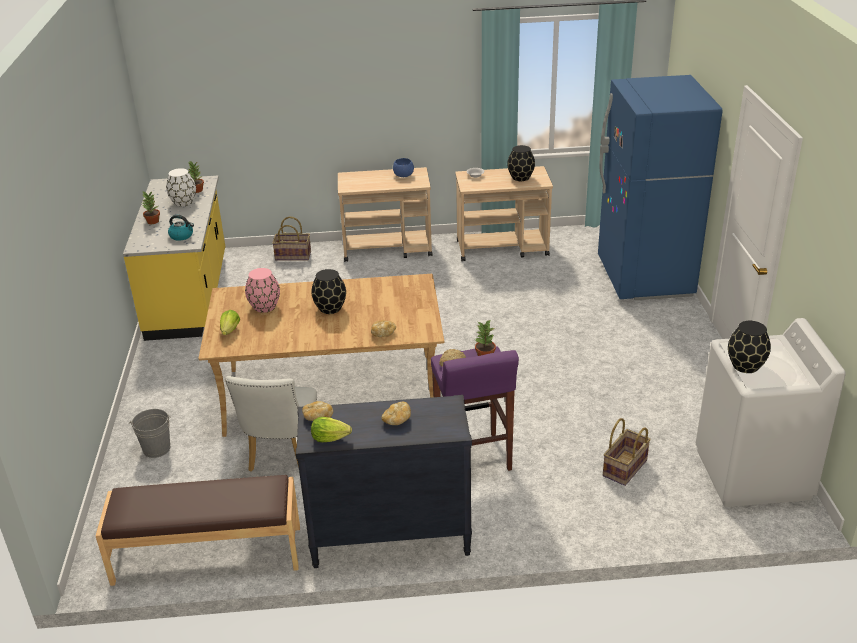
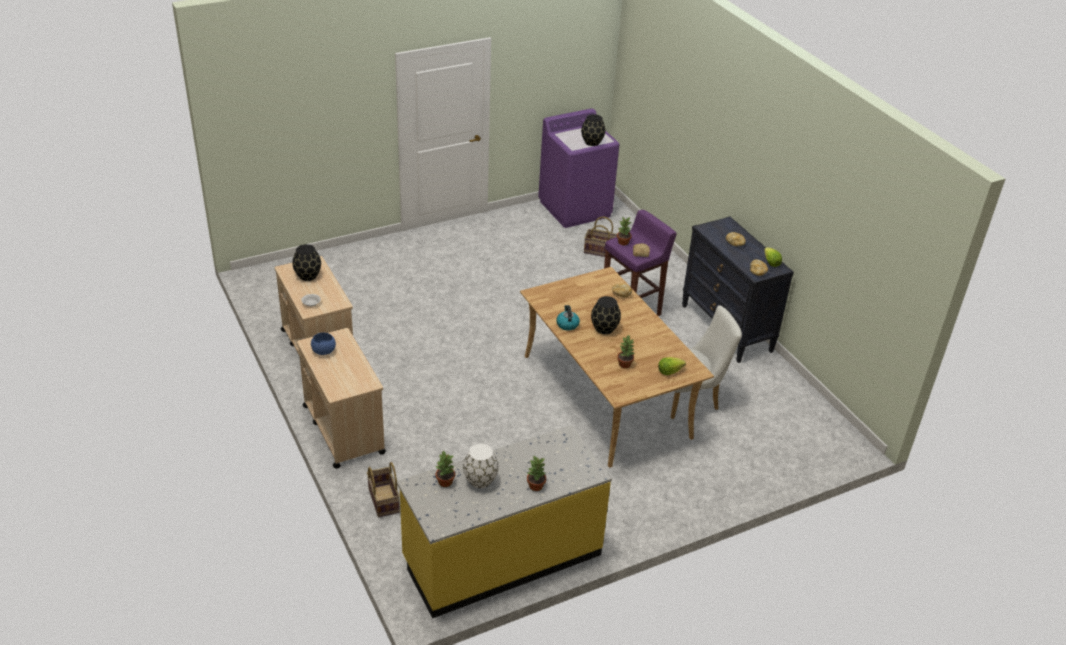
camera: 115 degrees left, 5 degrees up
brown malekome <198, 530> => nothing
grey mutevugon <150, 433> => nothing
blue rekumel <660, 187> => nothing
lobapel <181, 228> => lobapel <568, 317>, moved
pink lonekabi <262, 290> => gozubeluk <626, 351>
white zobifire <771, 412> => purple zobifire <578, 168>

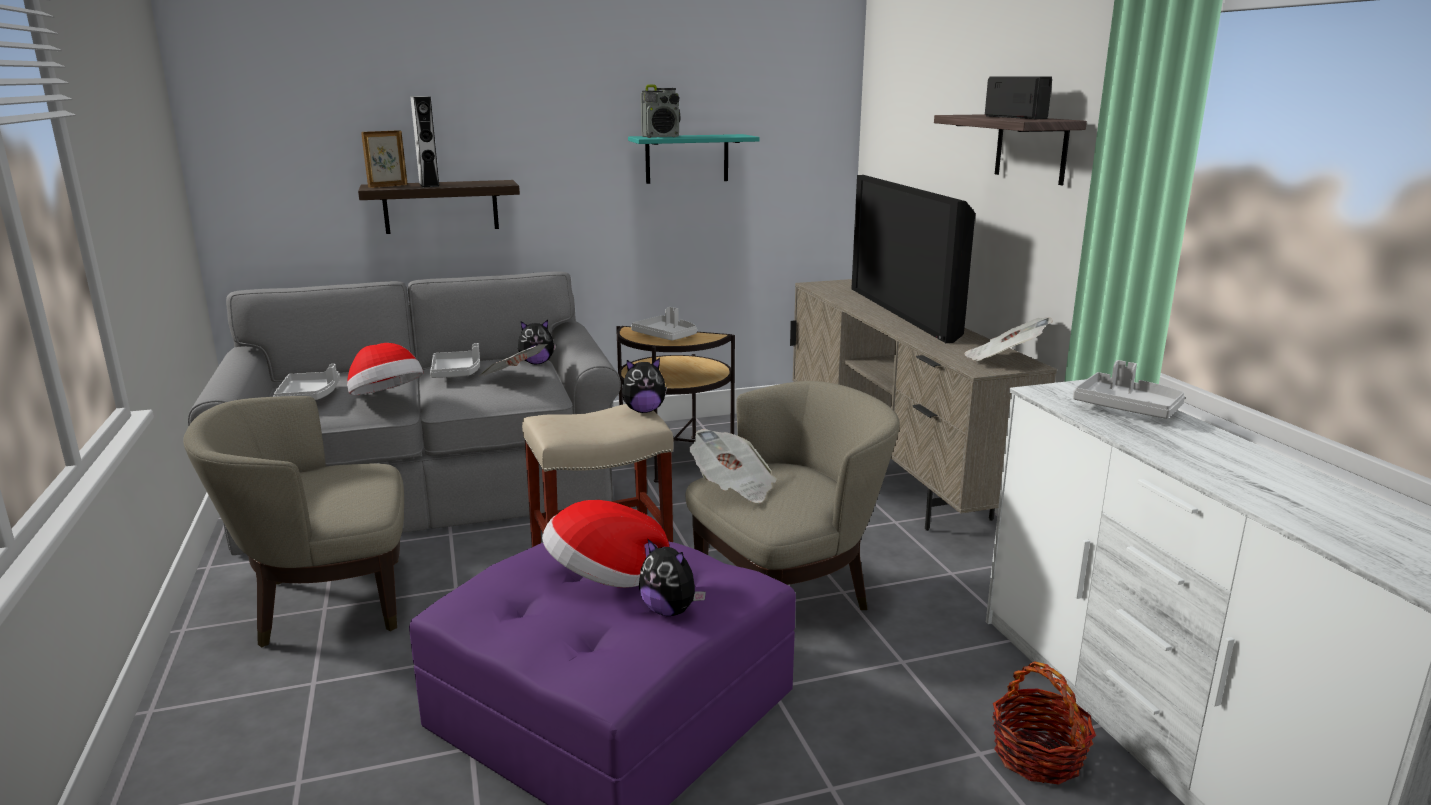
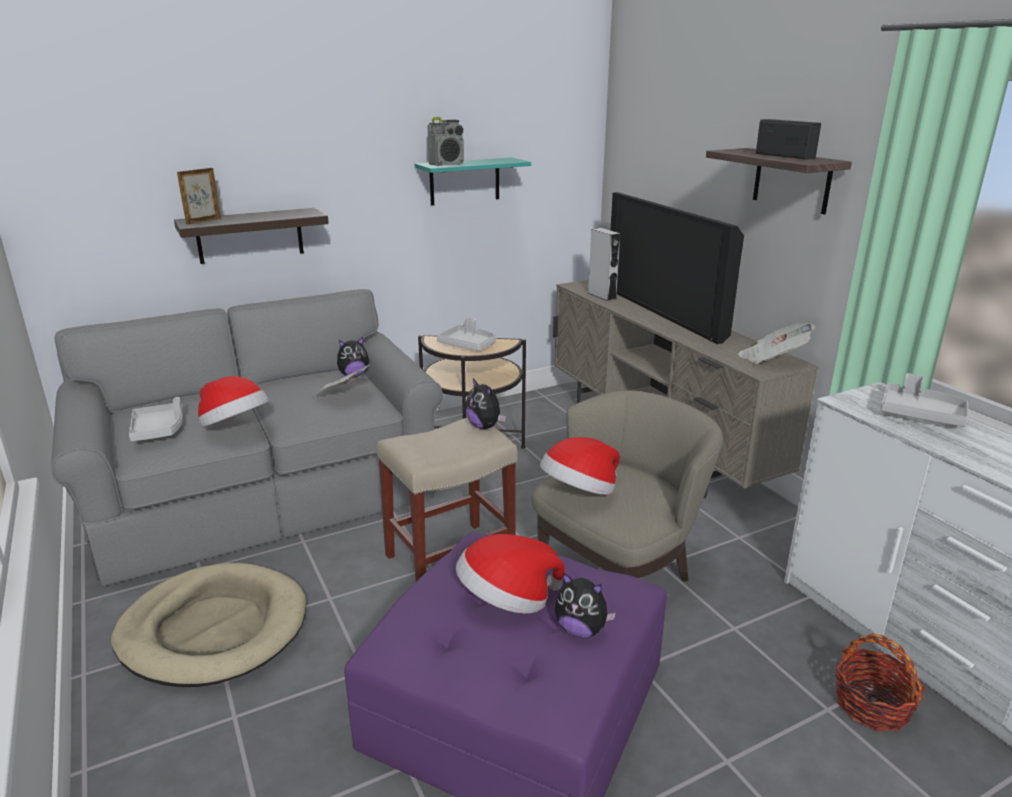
camera: 10 degrees left, 5 degrees up
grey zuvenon <455, 360> => nothing
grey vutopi <425, 141> => grey vutopi <604, 264>, moved
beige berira <293, 521> => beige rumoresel <208, 625>
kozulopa <733, 466> => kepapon <580, 466>
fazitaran <644, 385> => fazitaran <485, 404>, 75 degrees clockwise

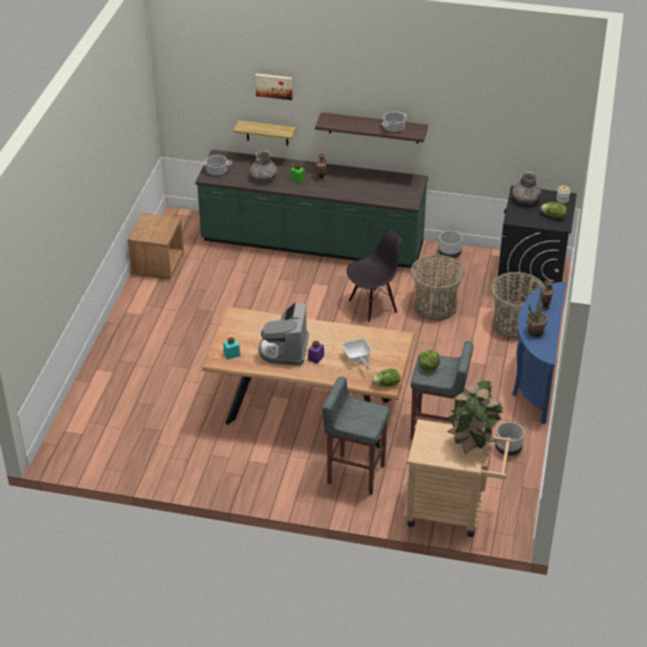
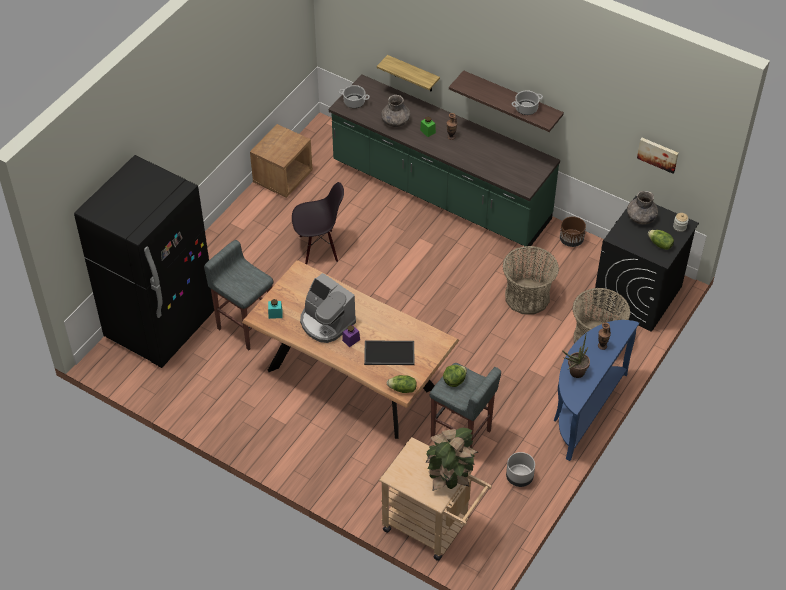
camera: 20 degrees right, 10 degrees up
nothing => black rekumel <144, 261>
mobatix <274, 86> => mobatix <658, 156>, moved
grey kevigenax <356, 436> => grey kevigenax <239, 295>, moved
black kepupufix <374, 276> => black kepupufix <318, 223>, moved
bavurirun <357, 354> => zuvenon <389, 353>
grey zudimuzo <450, 244> => brown zudimuzo <573, 232>
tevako <284, 334> => tevako <328, 308>, 75 degrees counterclockwise

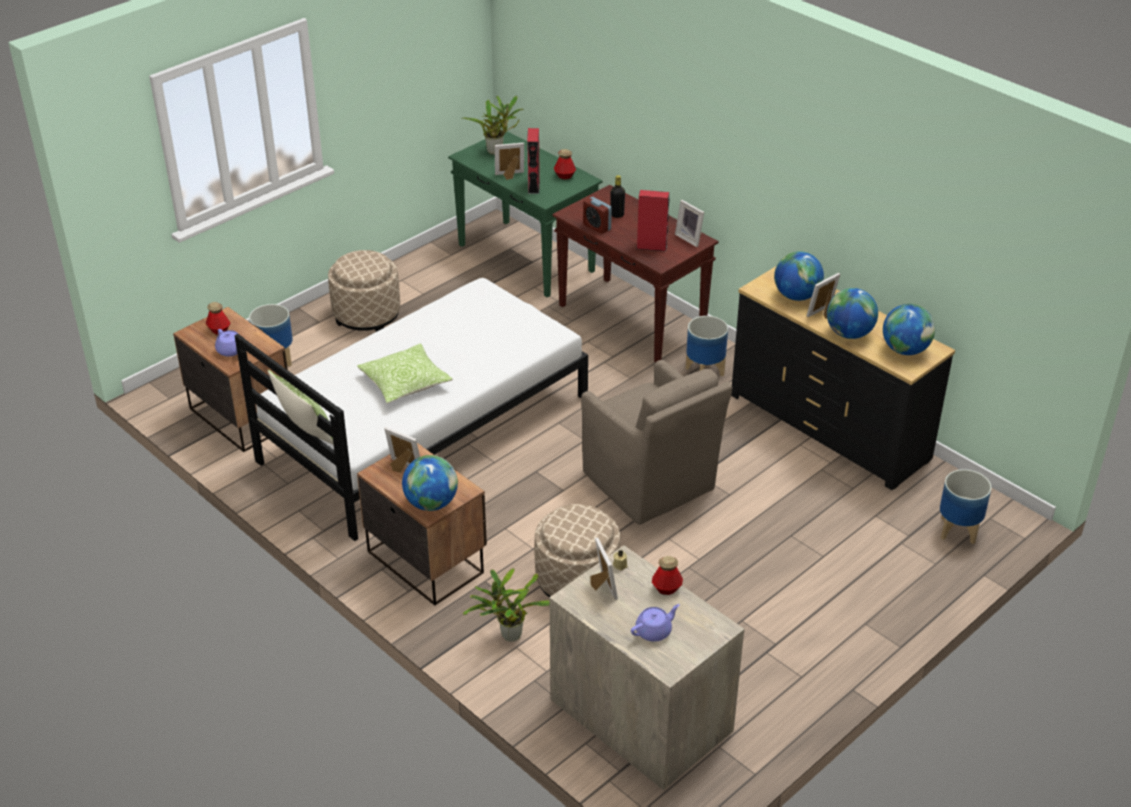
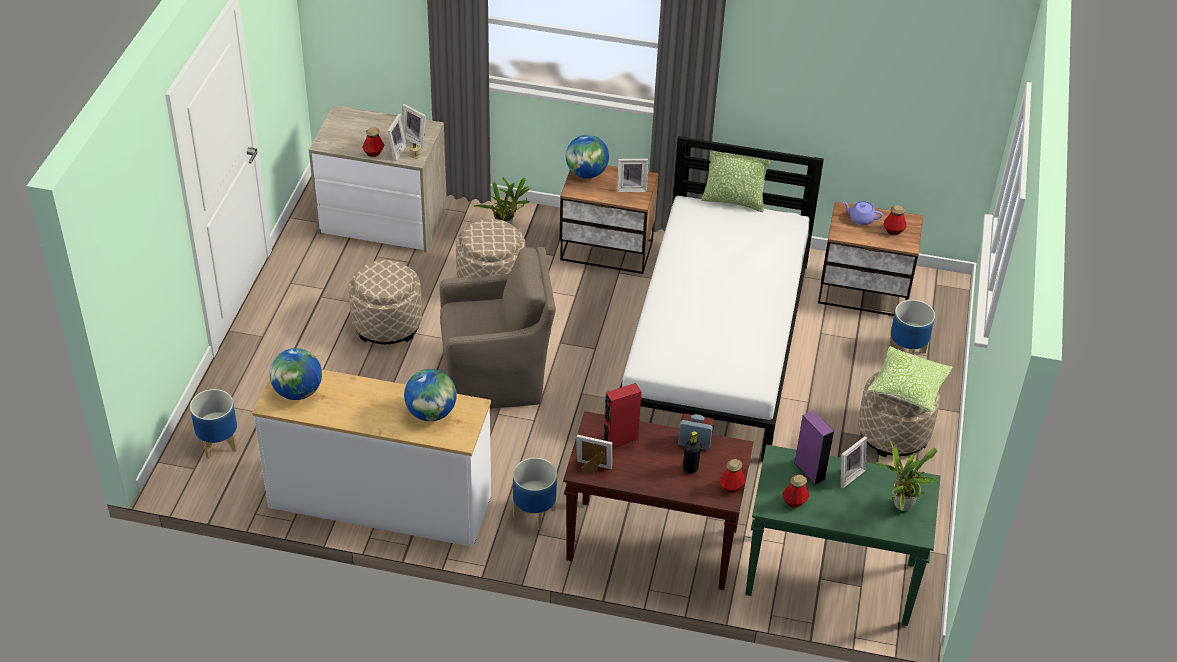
camera: 145 degrees right, 5 degrees up
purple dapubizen <655, 623> => nothing
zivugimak <852, 313> => nothing
nothing => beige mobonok <385, 302>
nothing => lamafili <733, 476>
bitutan <405, 373> => bitutan <910, 379>, moved
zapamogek <823, 296> => zapamogek <397, 137>, moved
red vutopi <533, 161> => purple vutopi <814, 447>
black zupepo <843, 378> => white zupepo <371, 458>
brown berira <656, 442> => brown berira <497, 328>, 150 degrees clockwise

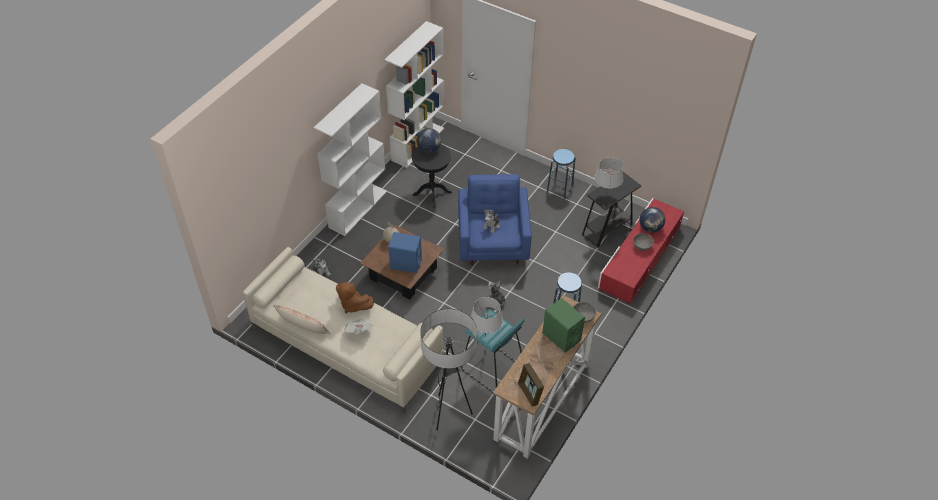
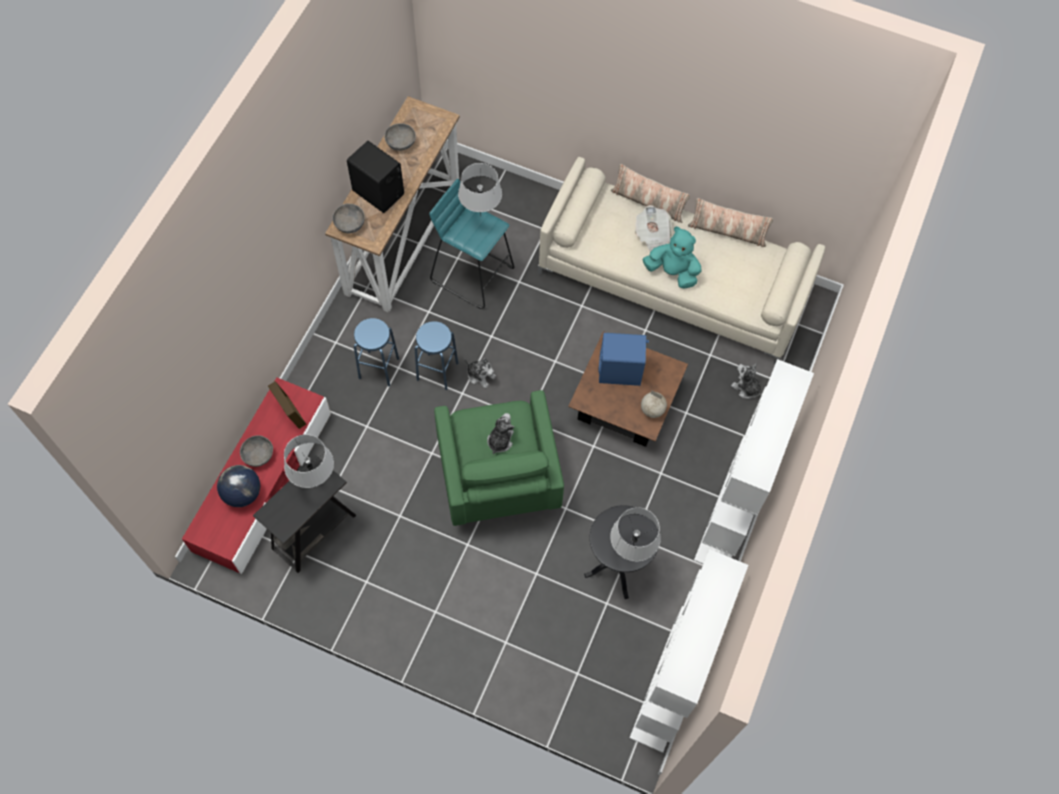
camera: 170 degrees right, 15 degrees up
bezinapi <448, 369> => nothing
nothing => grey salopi <400, 137>
nothing => bitutan <650, 193>
zapamogek <531, 385> => zapamogek <287, 405>, moved
blue kevigenax <561, 174> => blue kevigenax <436, 355>, moved
zivugimak <429, 140> => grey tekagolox <635, 534>
brown fazitaran <355, 297> => turquoise fazitaran <672, 257>
blue berira <495, 219> => green berira <499, 458>
green vutopi <563, 325> => black vutopi <375, 177>

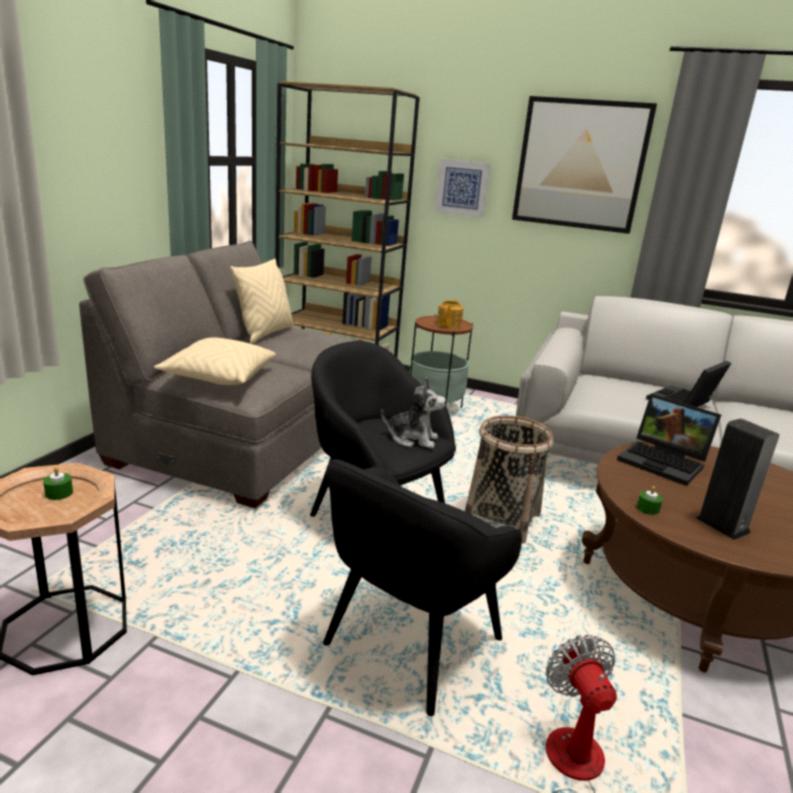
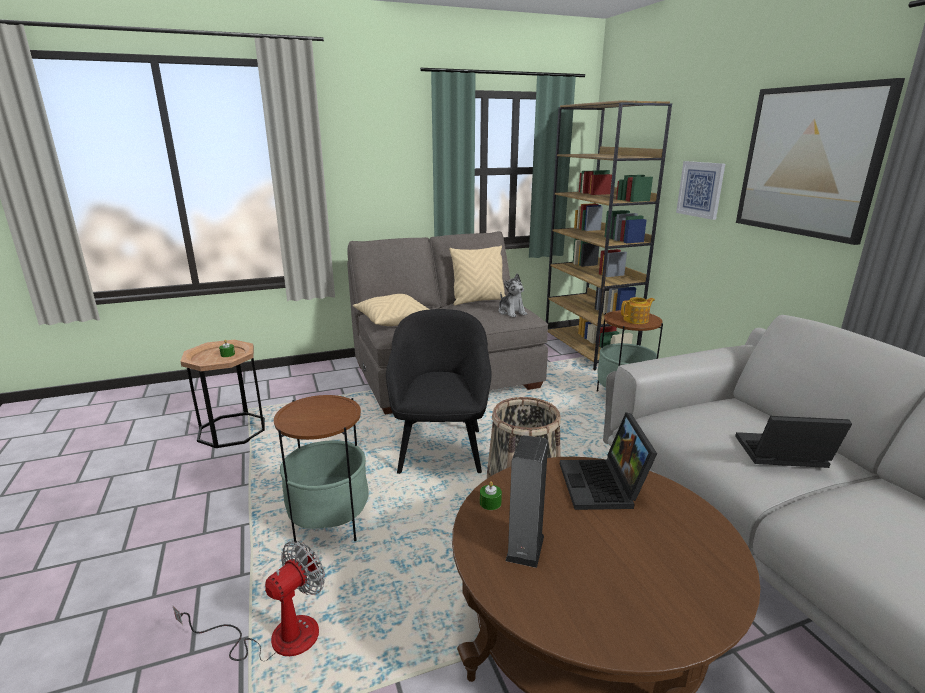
camera: 50 degrees right, 0 degrees up
fazitaran <413, 412> => fazitaran <513, 295>, moved
black berira <422, 587> => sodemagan <321, 469>

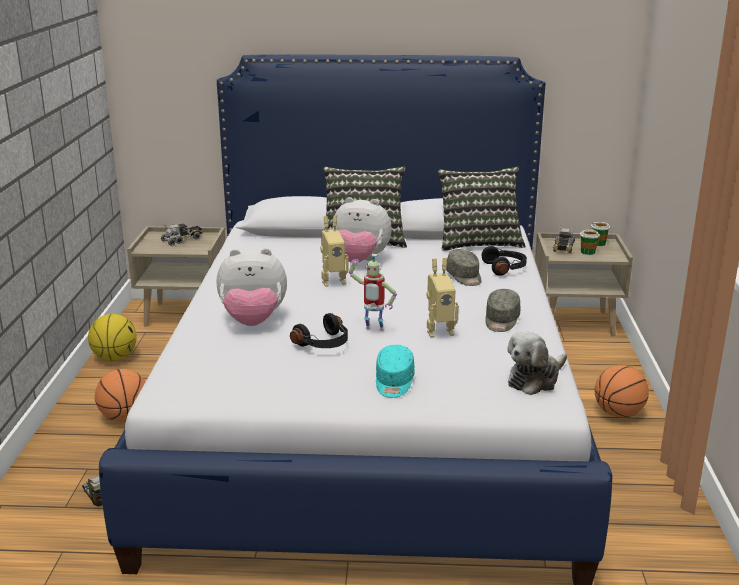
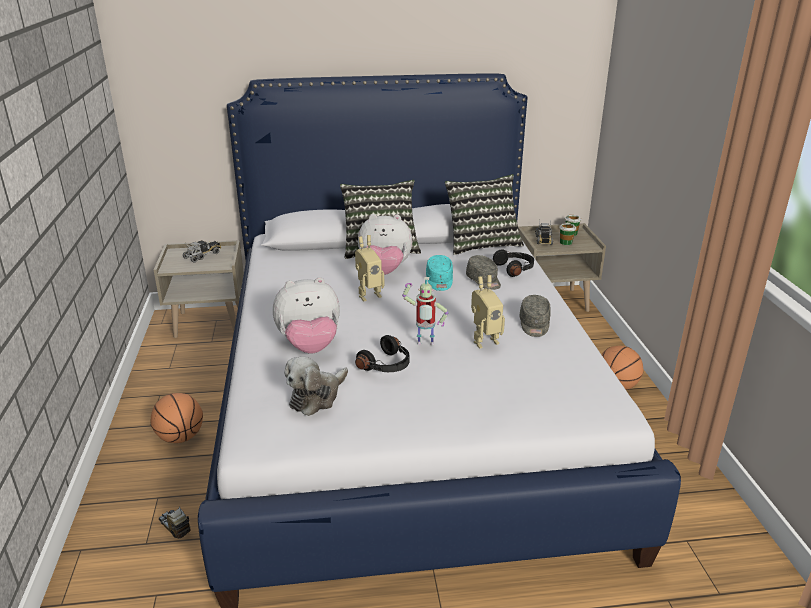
camera: 10 degrees left, 5 degrees up
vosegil <112, 337> => nothing
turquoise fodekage <395, 371> => turquoise fodekage <439, 273>, moved
fazitaran <537, 363> => fazitaran <316, 386>, moved

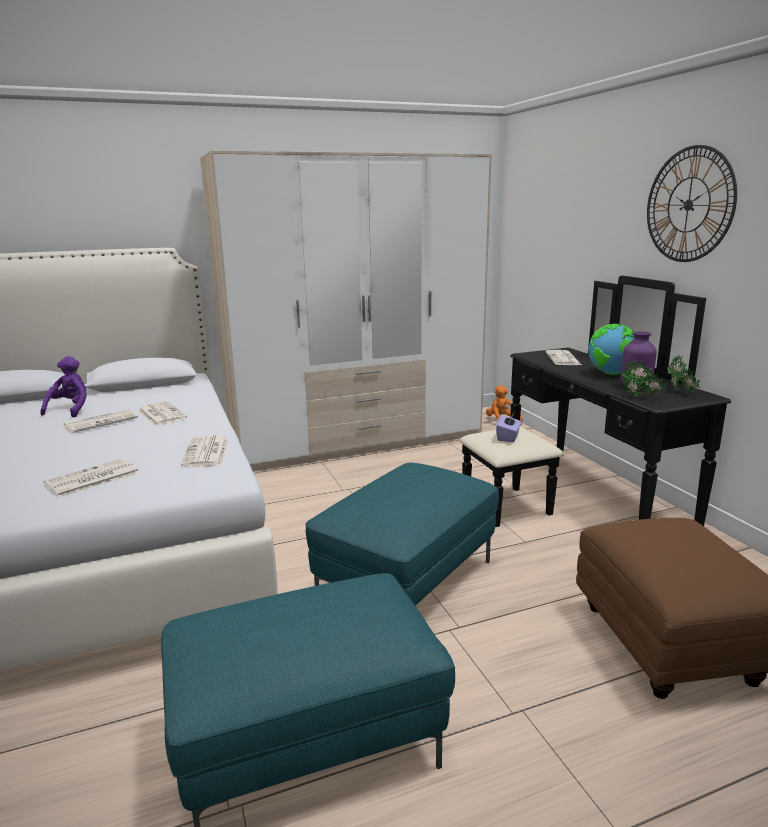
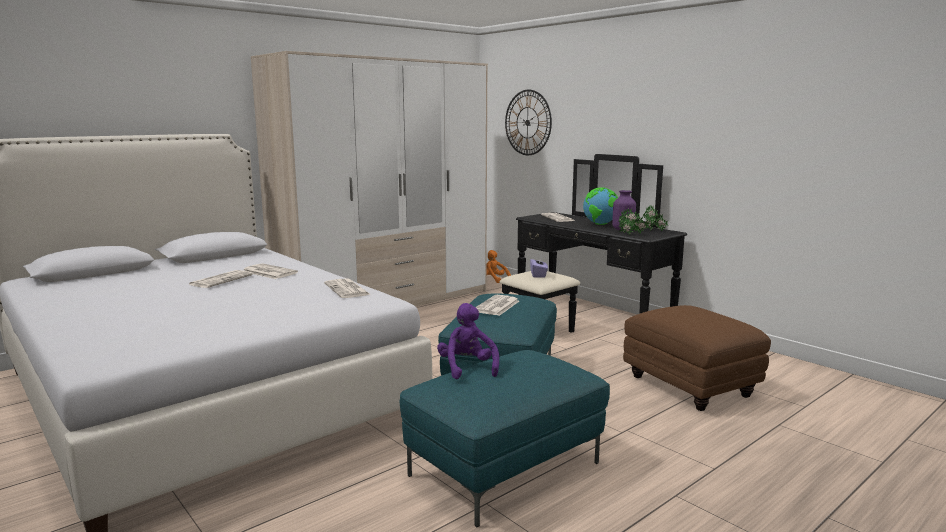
camera: 20 degrees left, 5 degrees down
purple fazitaran <63, 386> => purple fazitaran <468, 341>, moved
kozulopa <92, 478> => kozulopa <497, 305>, moved
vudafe <692, 203> => vudafe <528, 122>, moved

